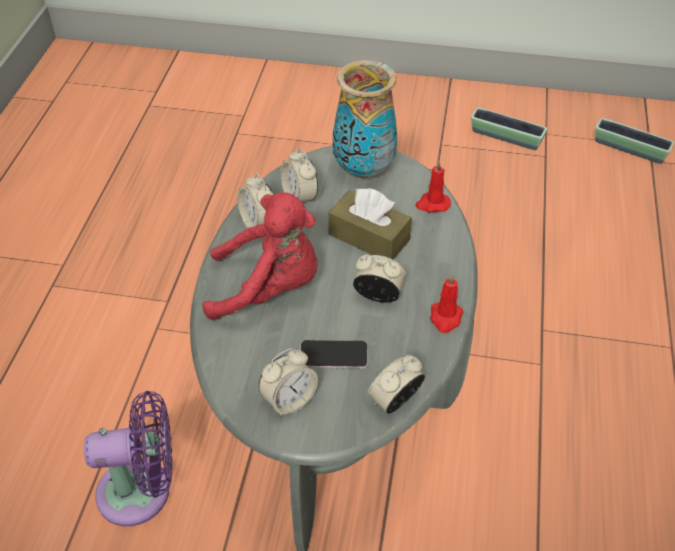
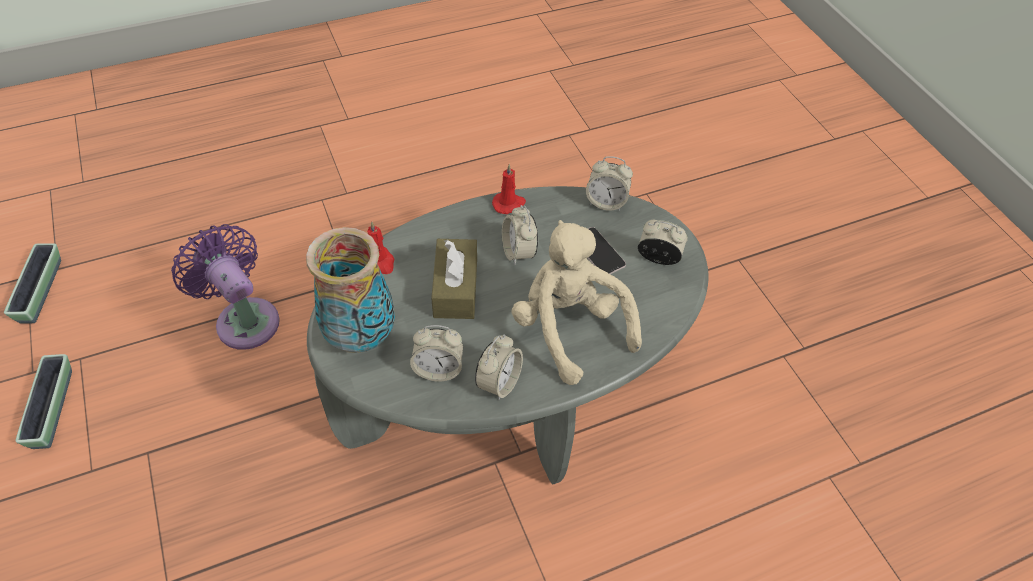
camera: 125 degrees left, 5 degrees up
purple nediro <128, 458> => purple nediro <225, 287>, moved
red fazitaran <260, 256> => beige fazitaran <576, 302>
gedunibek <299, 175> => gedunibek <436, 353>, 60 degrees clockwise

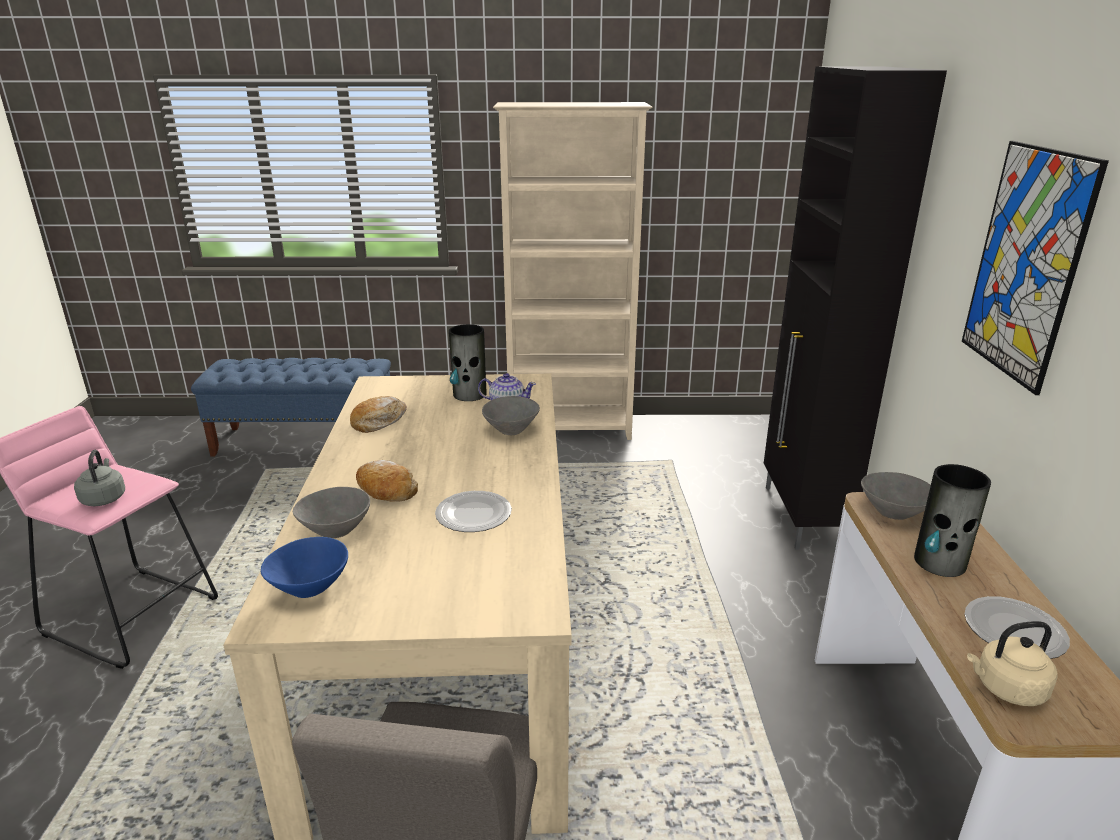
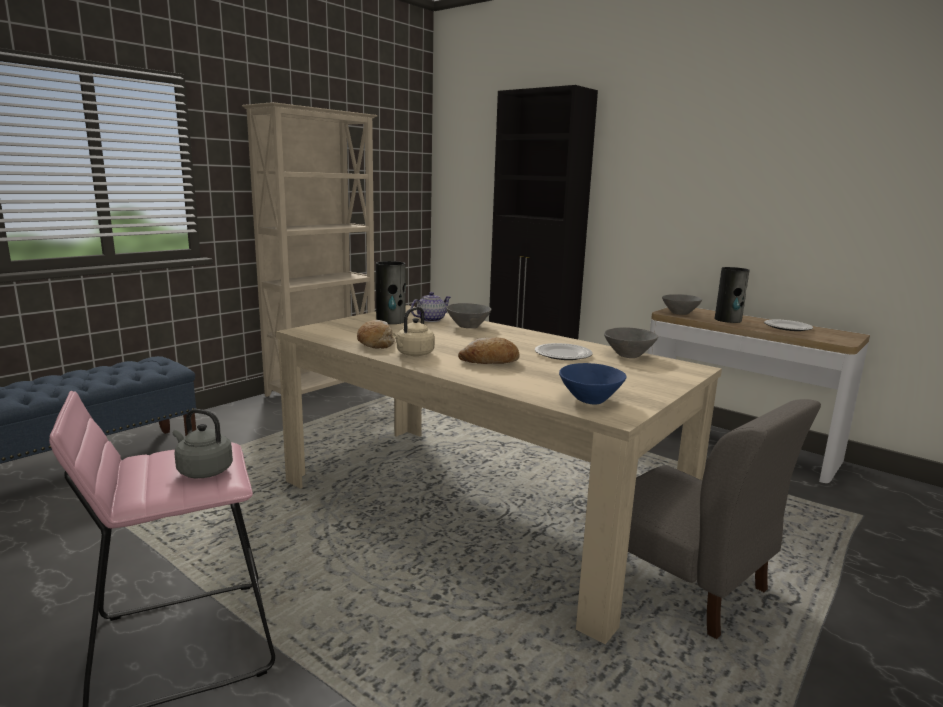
camera: 50 degrees left, 10 degrees down
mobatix <1035, 268> => nothing
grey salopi <331, 512> => grey salopi <631, 342>, moved
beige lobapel <1012, 663> => beige lobapel <413, 331>, moved

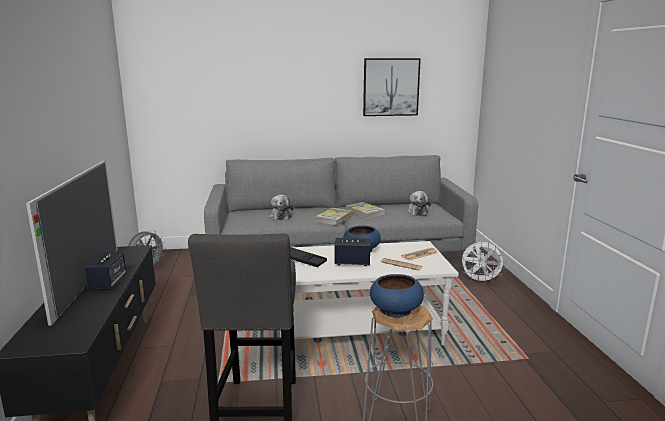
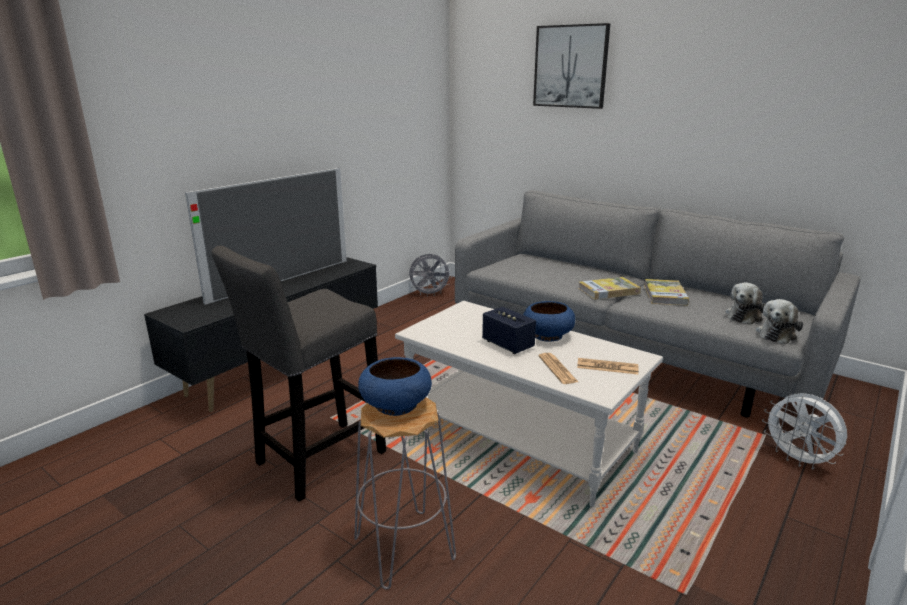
camera: 45 degrees right, 5 degrees up
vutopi <105, 270> => nothing
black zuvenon <308, 257> => nothing
fazitaran <281, 207> => fazitaran <779, 321>, moved
mobatix <392, 87> => mobatix <571, 66>, moved

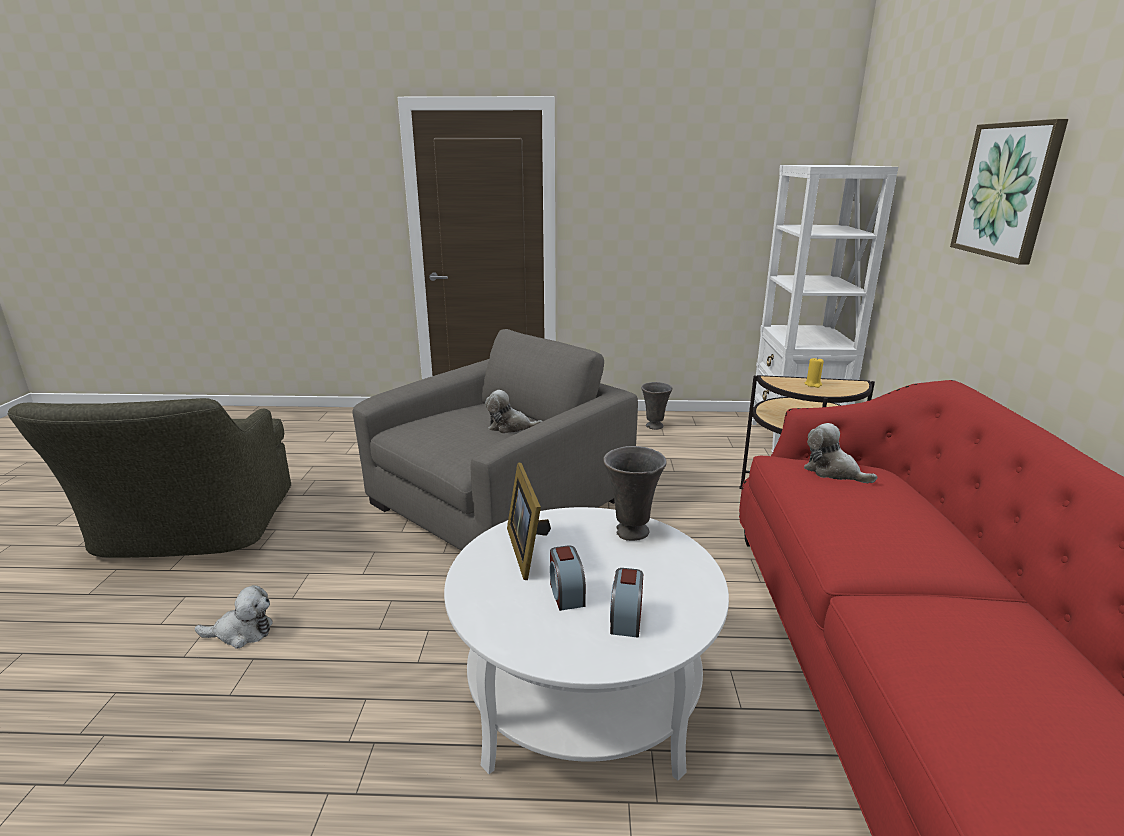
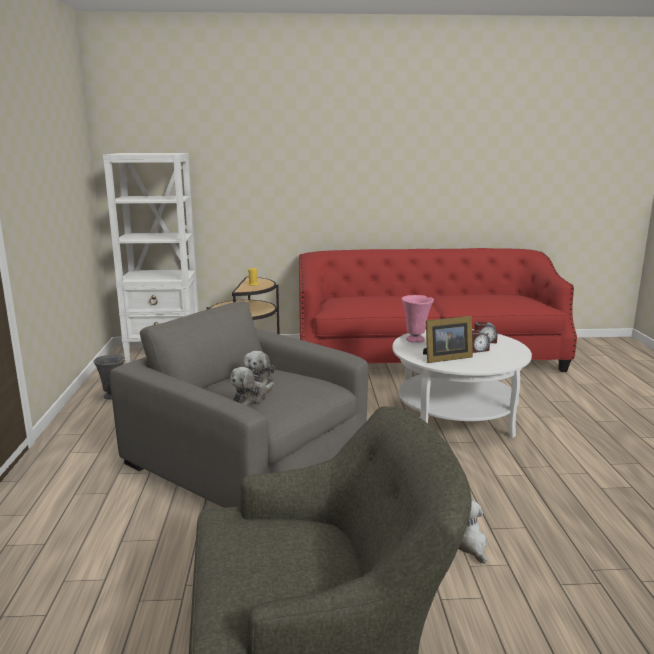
camera: 95 degrees left, 5 degrees down
mobatix <1009, 191> => nothing
fazitaran <840, 453> => fazitaran <252, 387>, moved
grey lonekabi <635, 493> => pink lonekabi <418, 319>

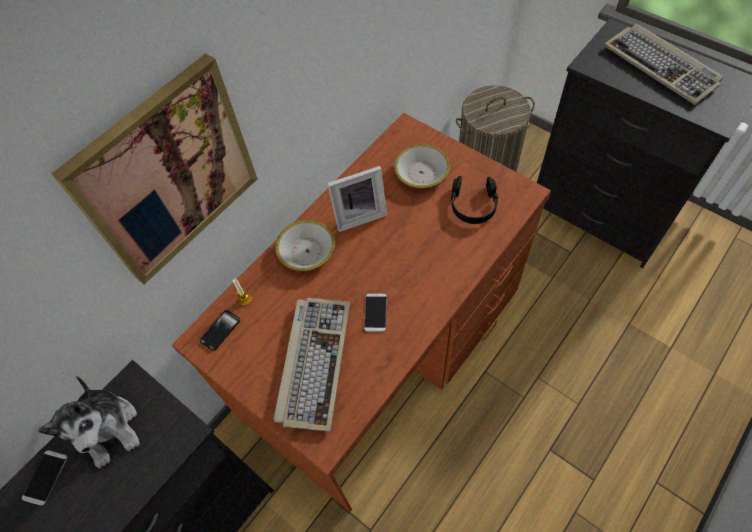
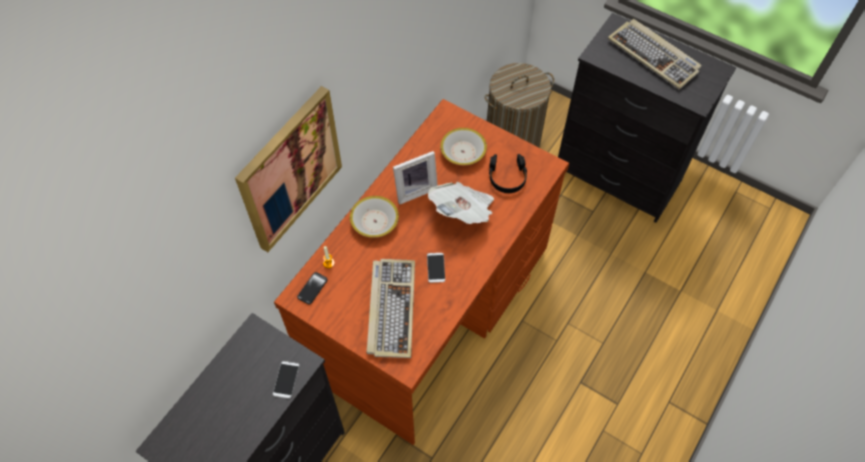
camera: 10 degrees left, 0 degrees up
fazitaran <88, 422> => nothing
nothing => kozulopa <461, 203>
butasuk <44, 478> => butasuk <286, 379>, moved

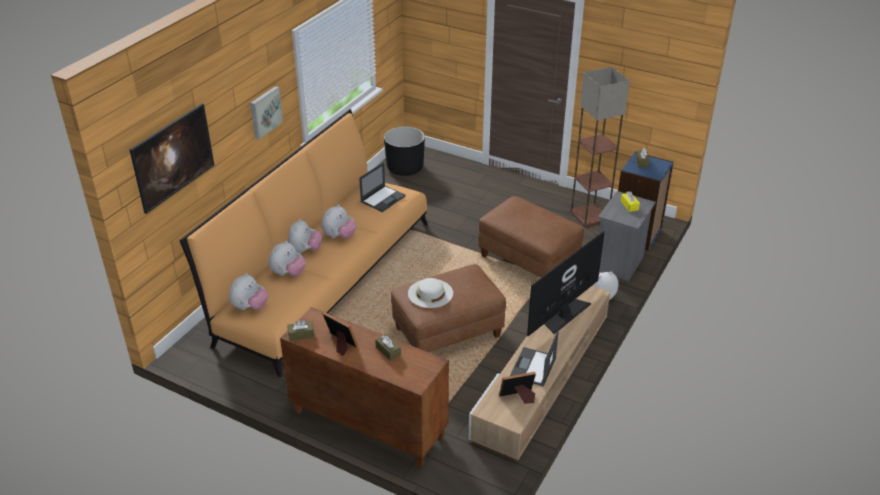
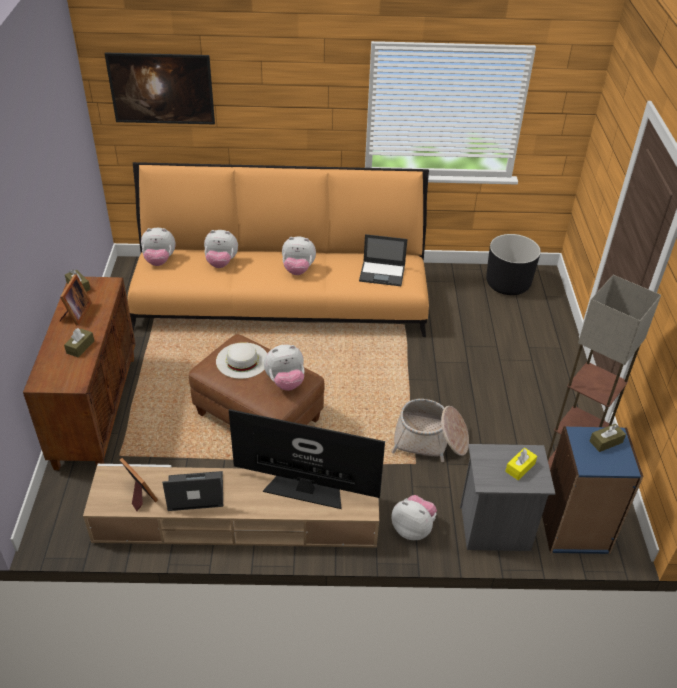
camera: 60 degrees right, 5 degrees up
mobatix <266, 112> => nothing
fazitaran <305, 236> => fazitaran <284, 367>, moved
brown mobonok <531, 237> => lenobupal <430, 430>

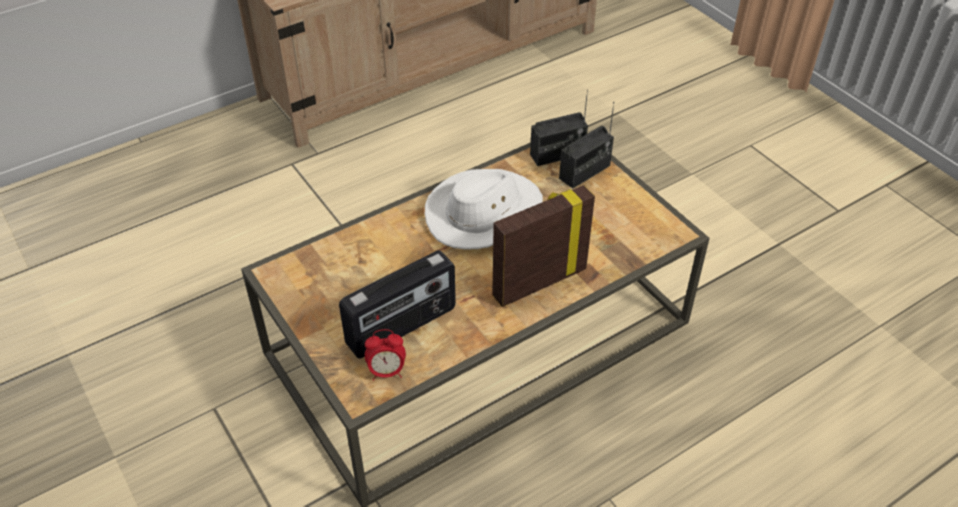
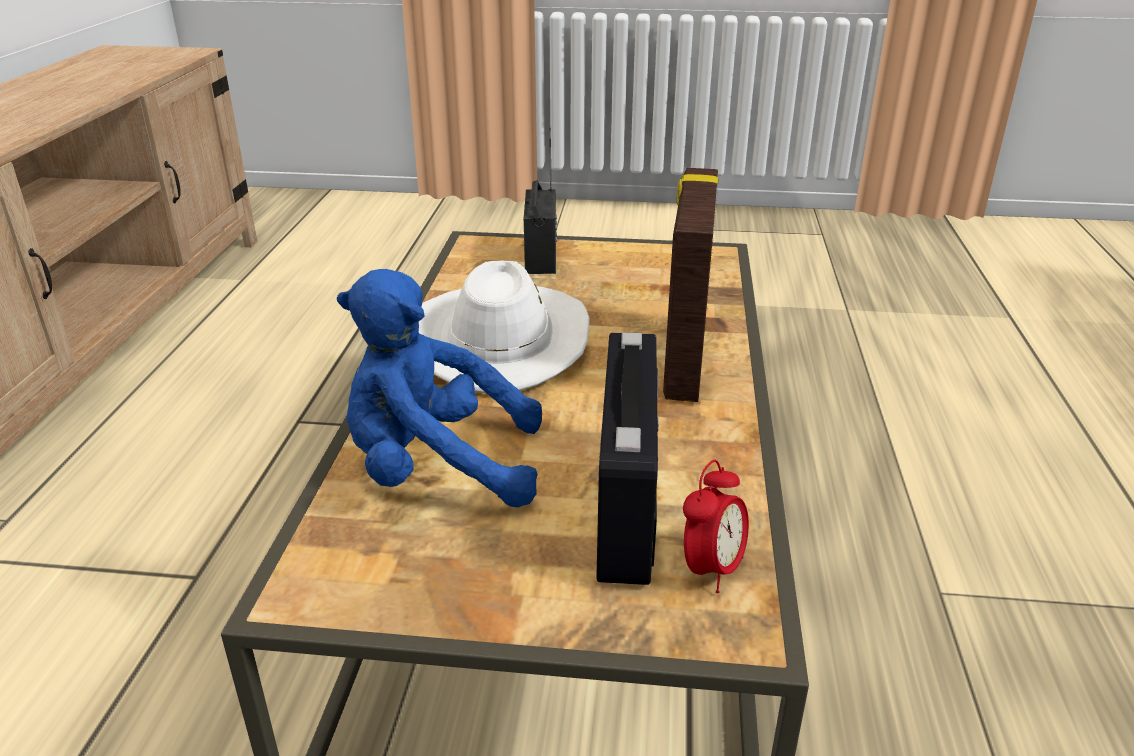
camera: 50 degrees left, 15 degrees down
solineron <559, 128> => nothing
nothing => blue fazitaran <439, 388>

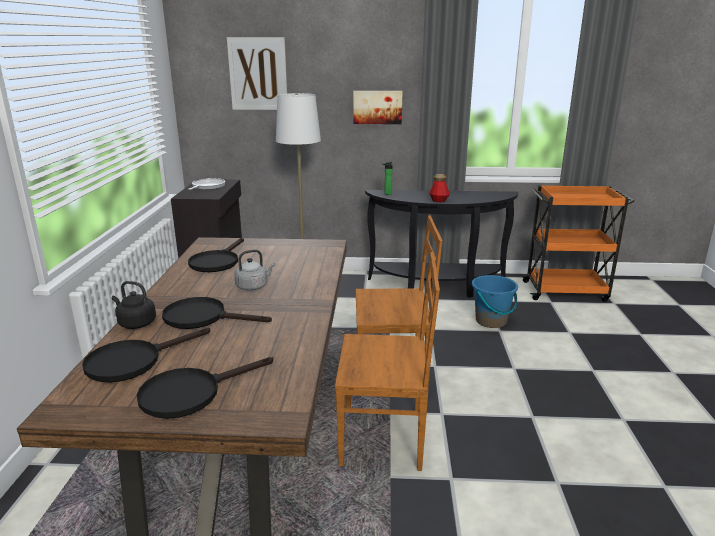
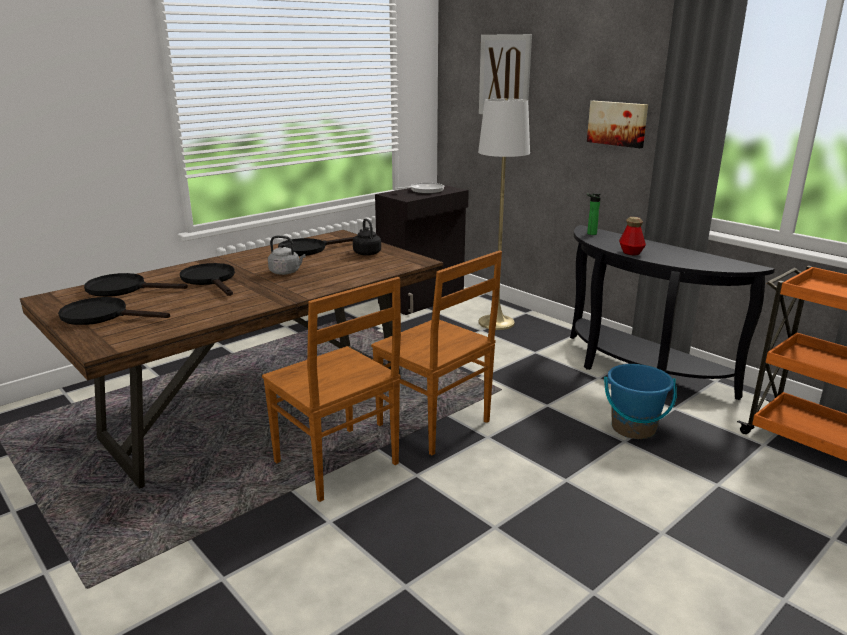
camera: 45 degrees right, 0 degrees up
black lobapel <134, 305> => black lobapel <367, 237>, moved

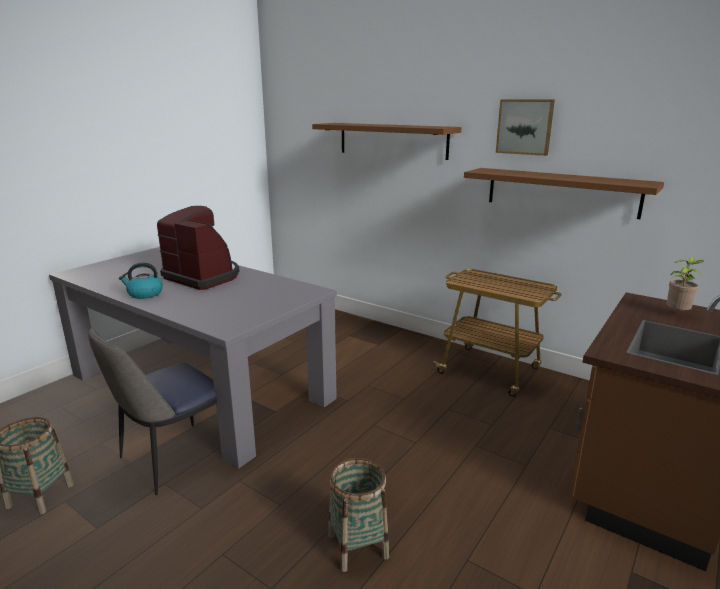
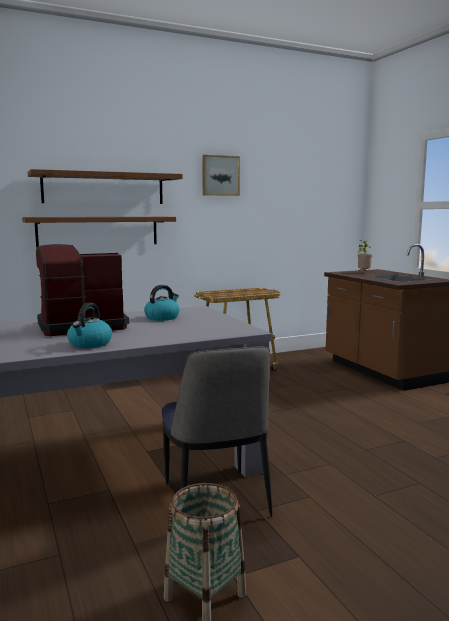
camera: 60 degrees left, 10 degrees down
lenobupal <358, 515> => nothing
nothing => lobapel <162, 303>
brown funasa <564, 193> => brown funasa <99, 232>, moved

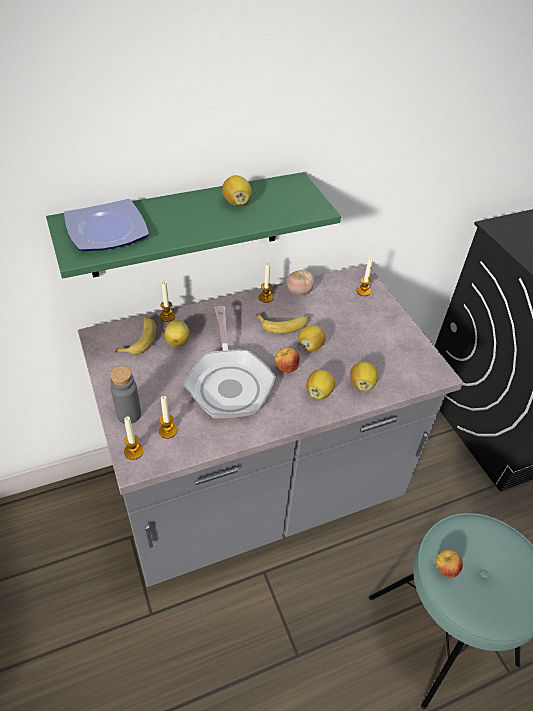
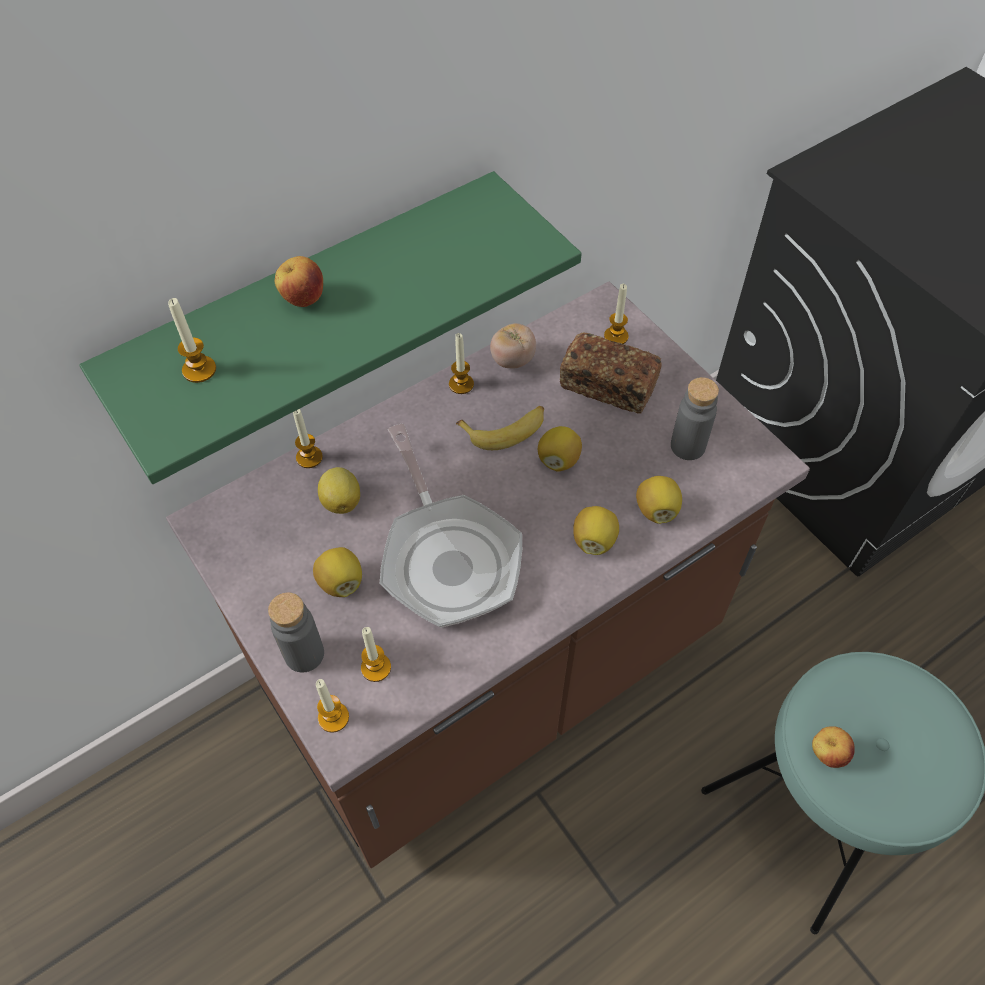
camera: 10 degrees left, 10 degrees up
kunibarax <135, 335> => nothing
nothing => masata <611, 373>
nothing => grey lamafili <695, 418>
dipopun <237, 190> => dipopun <337, 572>, moved
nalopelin <287, 360> => nalopelin <299, 281>, moved
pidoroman <106, 225> => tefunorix <192, 340>
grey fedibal <270, 425> => brown fedibal <488, 575>

